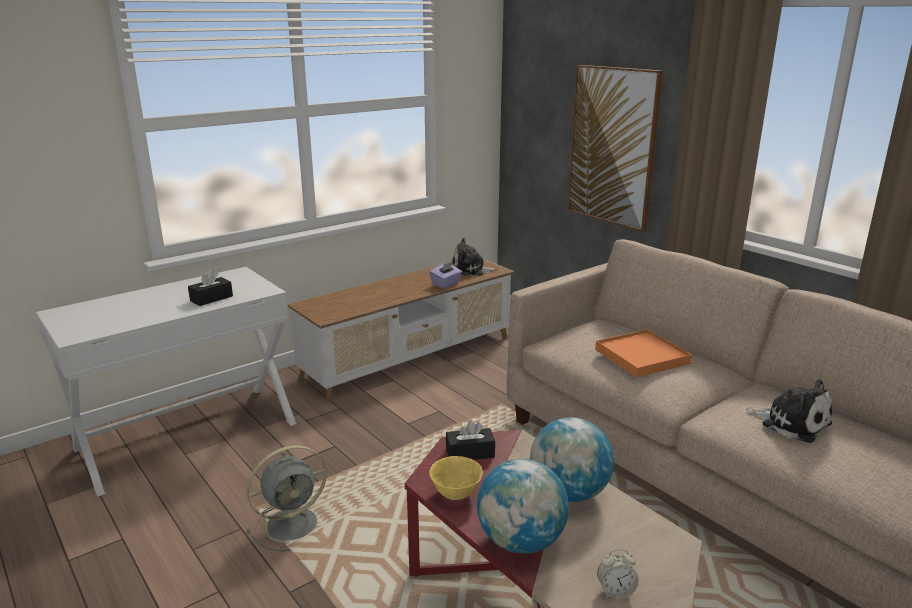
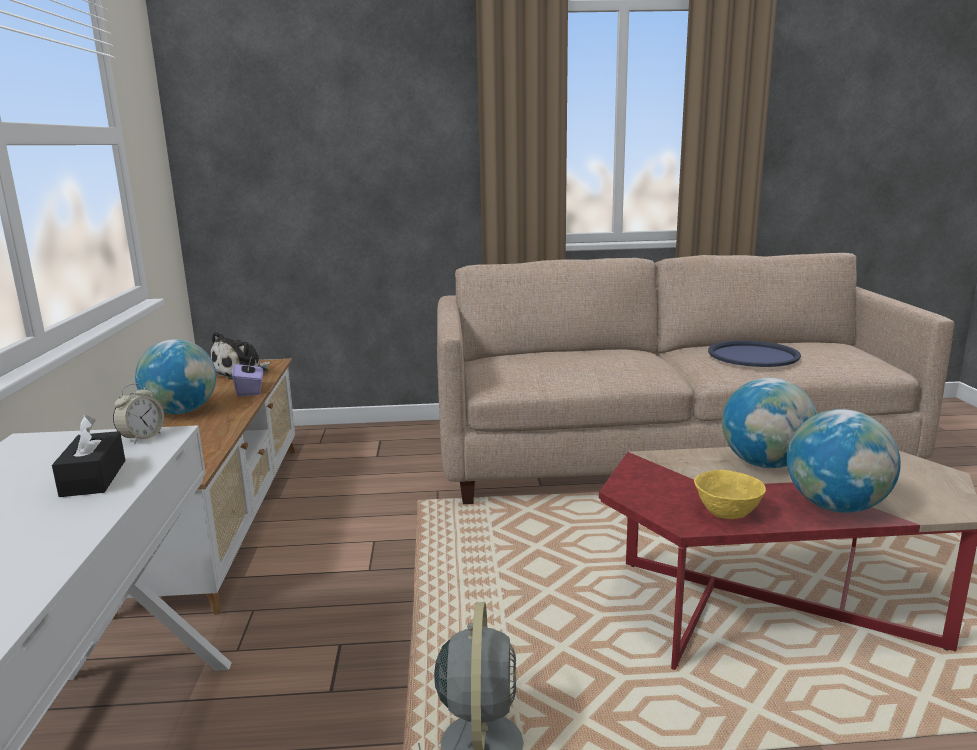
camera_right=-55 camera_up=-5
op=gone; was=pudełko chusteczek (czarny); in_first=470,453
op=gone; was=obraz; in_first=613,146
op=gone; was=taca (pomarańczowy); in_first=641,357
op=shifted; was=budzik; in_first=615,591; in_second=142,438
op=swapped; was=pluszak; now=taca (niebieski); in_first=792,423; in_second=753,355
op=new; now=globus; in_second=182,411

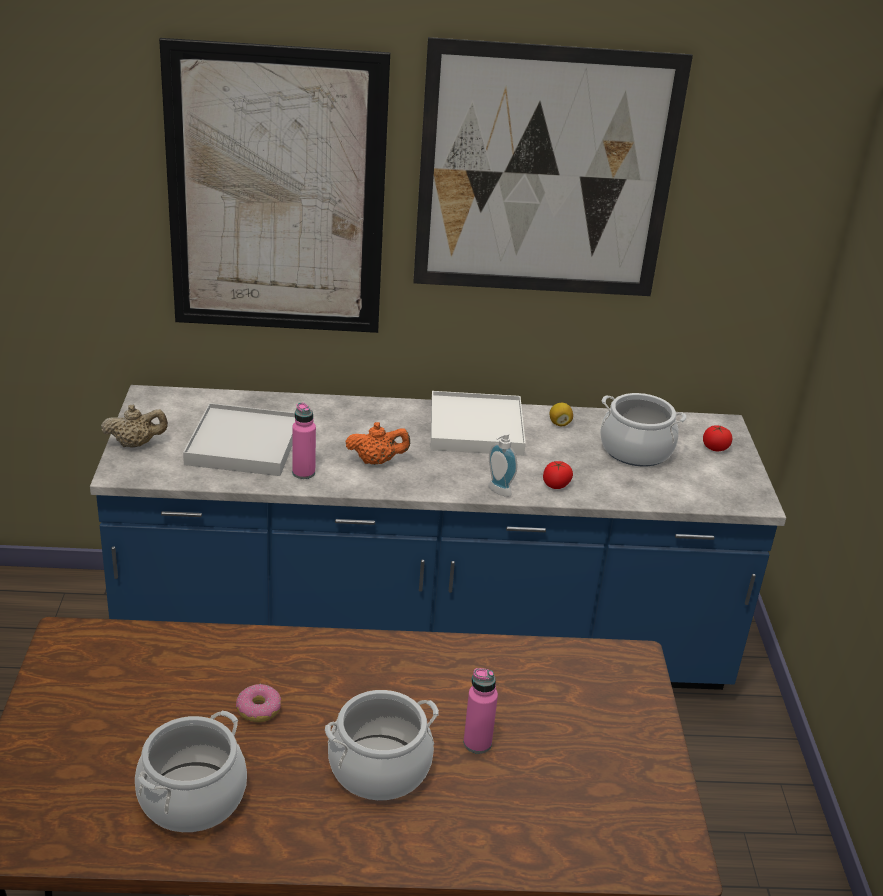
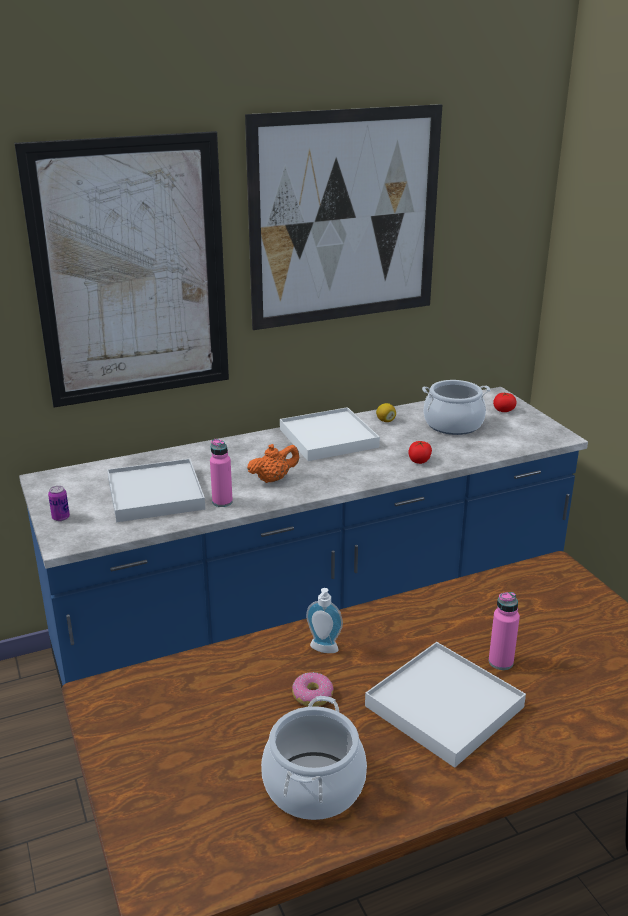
camera_right=-20 camera_up=-5
op=swapped; was=imbryk (beżowy); now=puszka; in_first=136,444; in_second=61,517
op=swapped; was=garnek; now=taca (biały); in_first=379,767; in_second=444,706
op=shifted; was=dozownik mydła; in_first=497,491; in_second=323,650

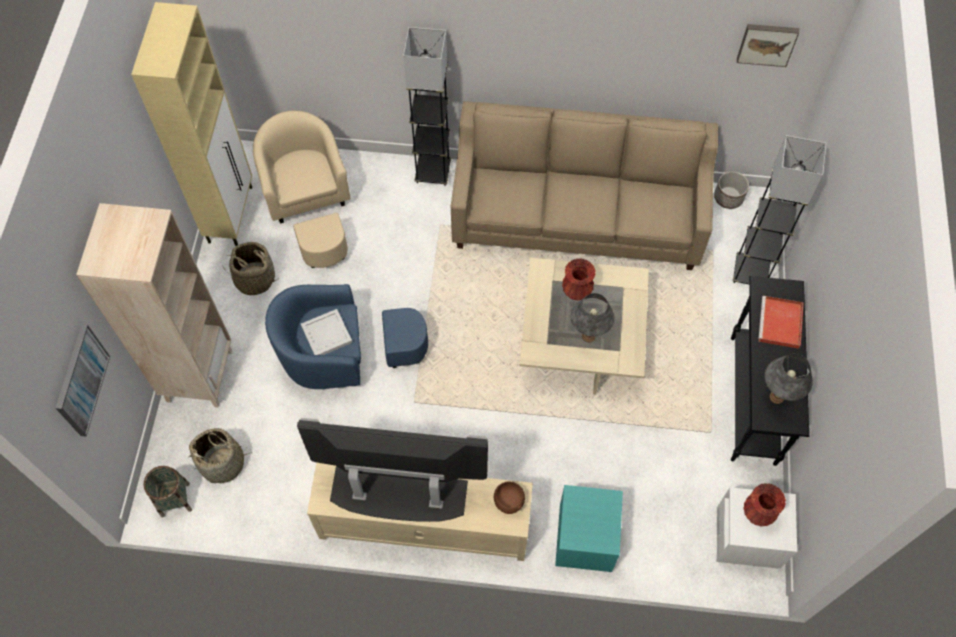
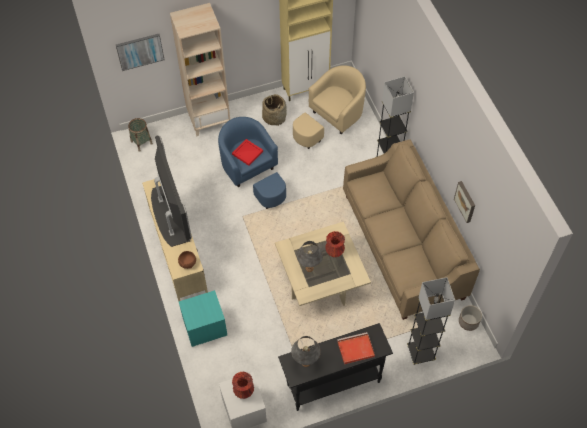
camera_right=65 camera_up=-5
op=gone; was=koszyk; in_first=223,464
op=repainted; was=taca (biały); now=taca (czerwony); in_first=326,335; in_second=247,153
op=shifted; was=obraz; in_first=767,43; in_second=466,201

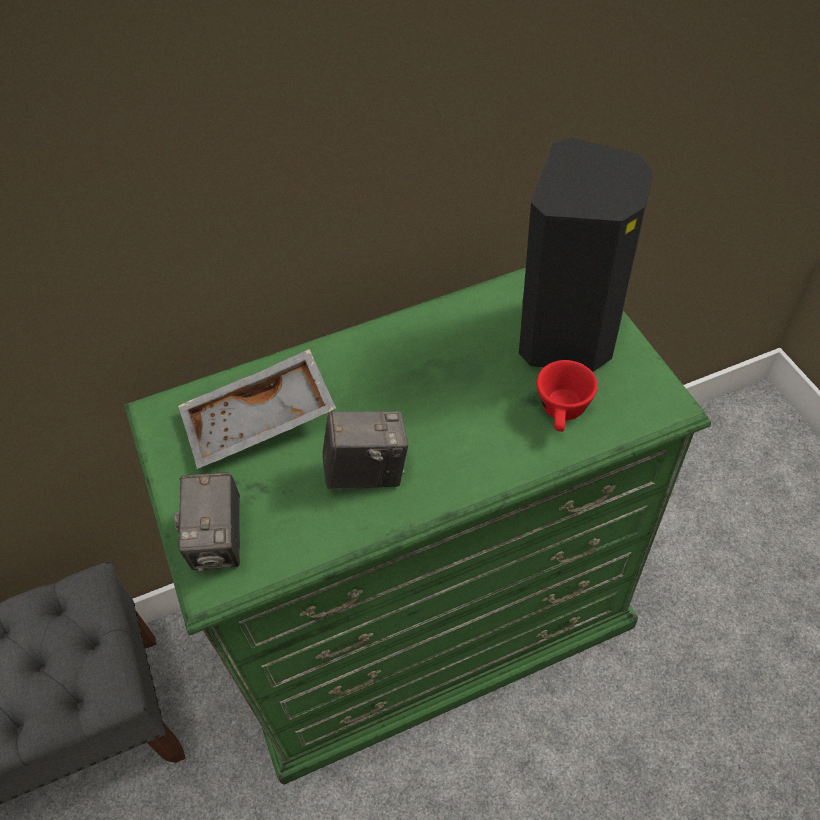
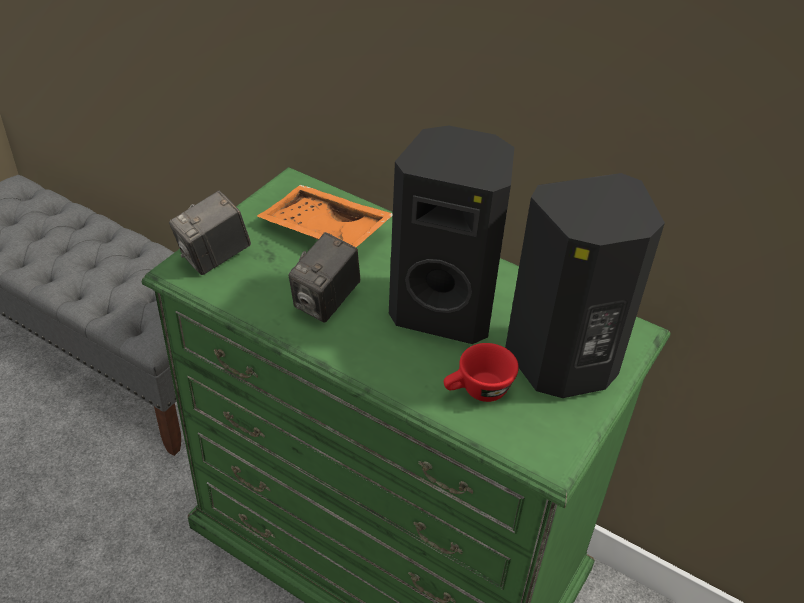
camera_right=50 camera_up=-10
op=repainted; was=taca (szary); now=taca (pomarańczowy); in_first=260,422; in_second=323,231
op=rotated; was=aparat fotograficzny; in_first=367,471; in_second=326,302; clockwise=75
op=new; now=głośnik (czarny); in_second=445,310

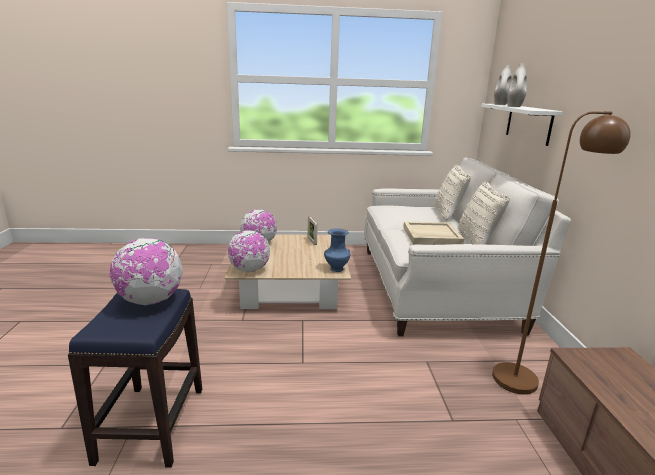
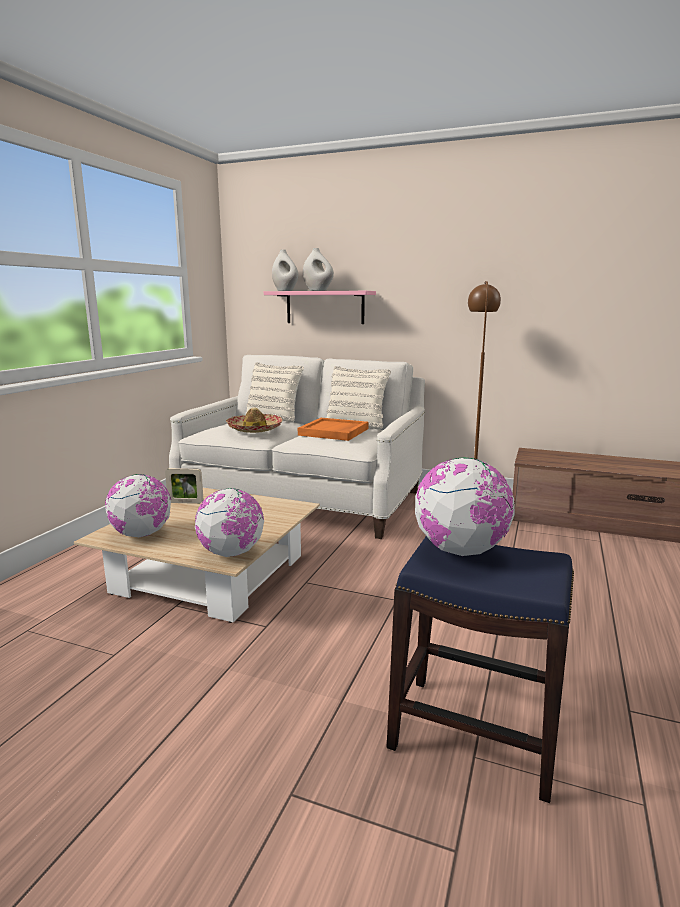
camera_right=-65 camera_up=-5
op=gone; was=wazon (niebieski); in_first=336,269
op=repainted; was=taca (beżowy); now=taca (pomarańczowy); in_first=431,236; in_second=334,432
op=repainted; was=półka (biały); now=półka (różowy); in_first=528,123; in_second=325,307
op=new; now=kapelusz; in_second=254,429

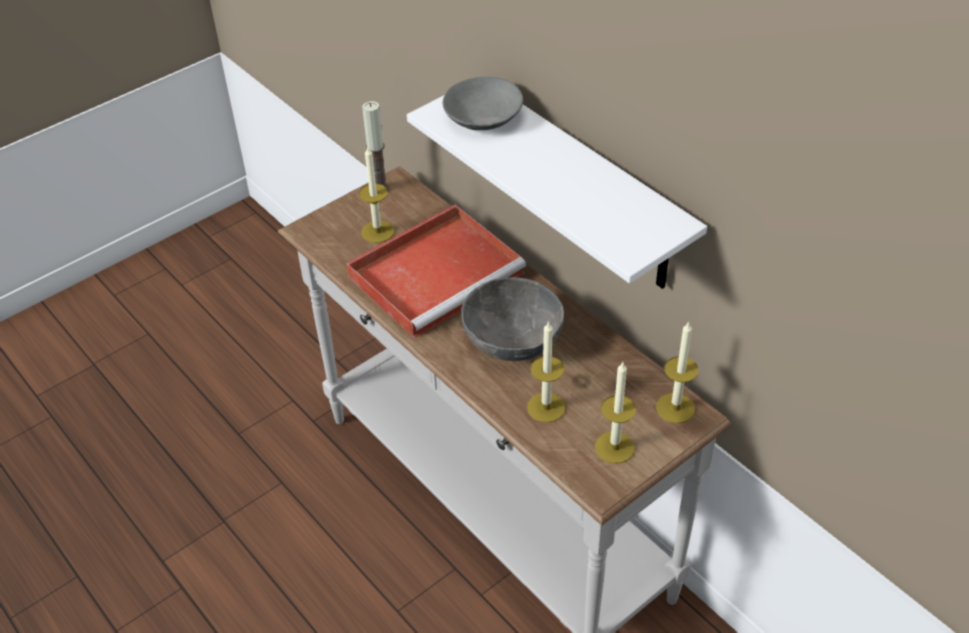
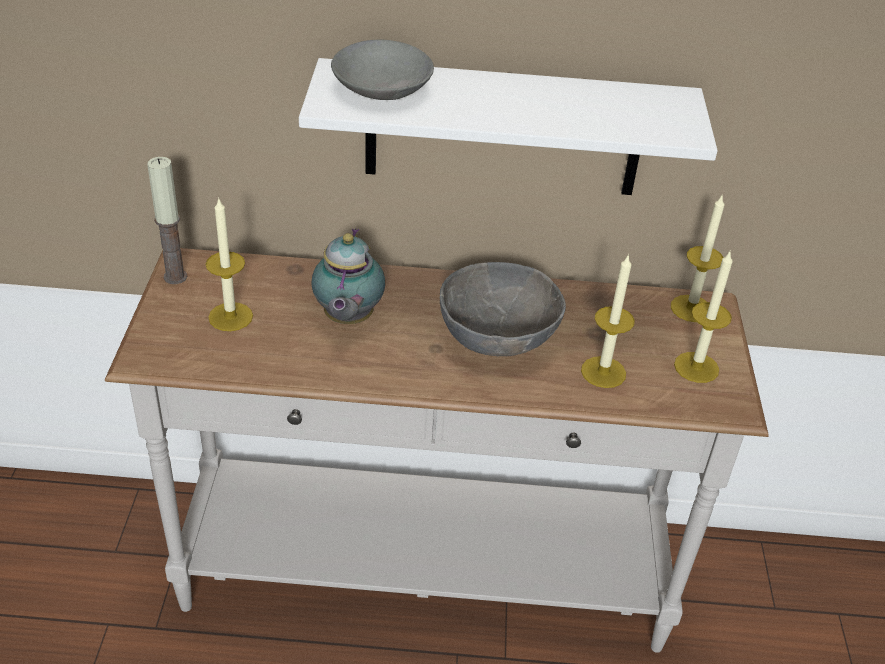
camera_right=-50 camera_up=-5
op=swapped; was=taca (czerwony); now=imbryk; in_first=438,273; in_second=347,319

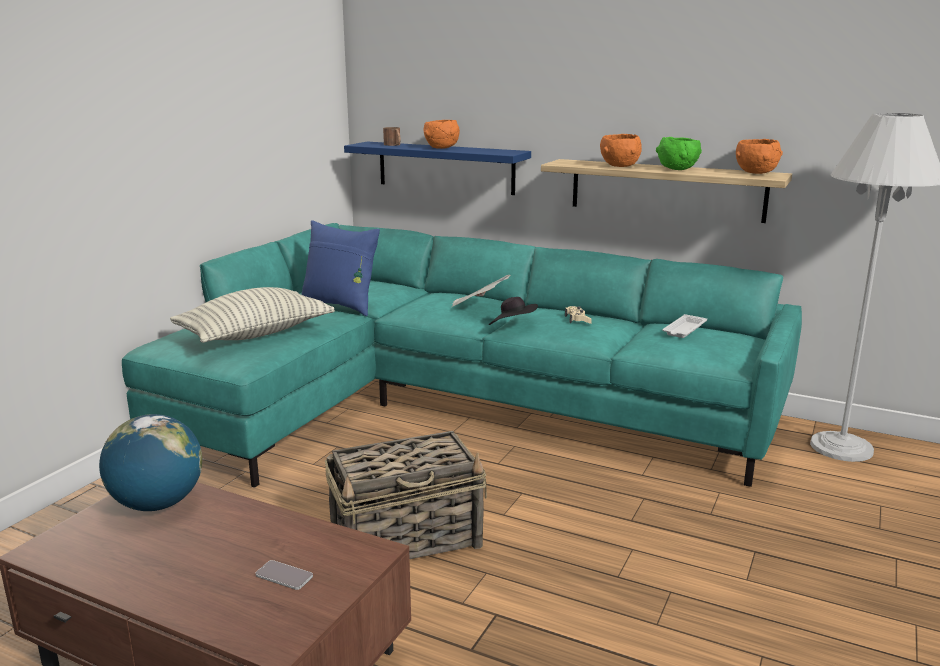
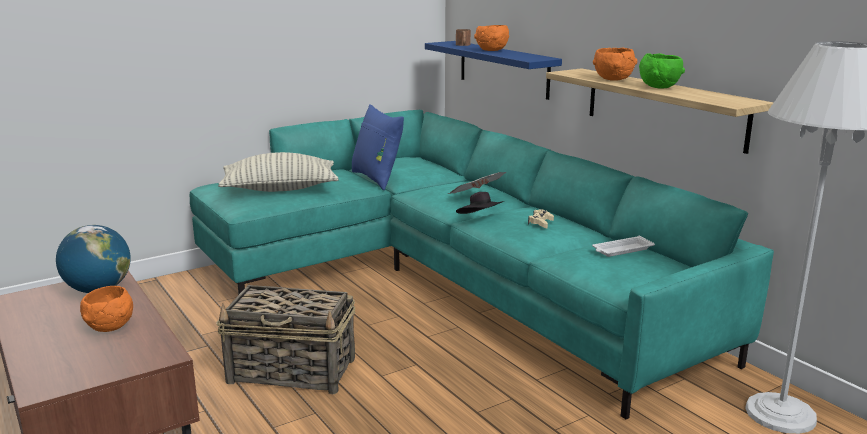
camera_right=30 camera_up=0
op=gone; was=telefon; in_first=284,576
op=shifted; was=miska (pomarańczowy); in_first=755,173; in_second=110,327

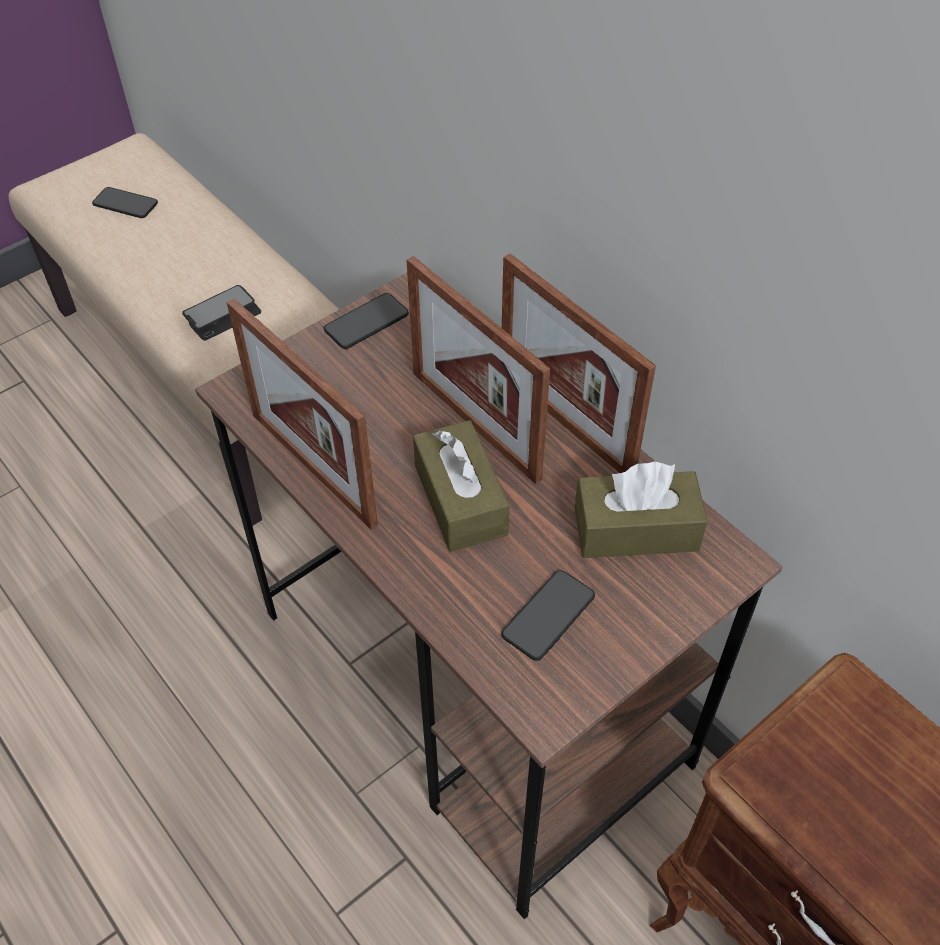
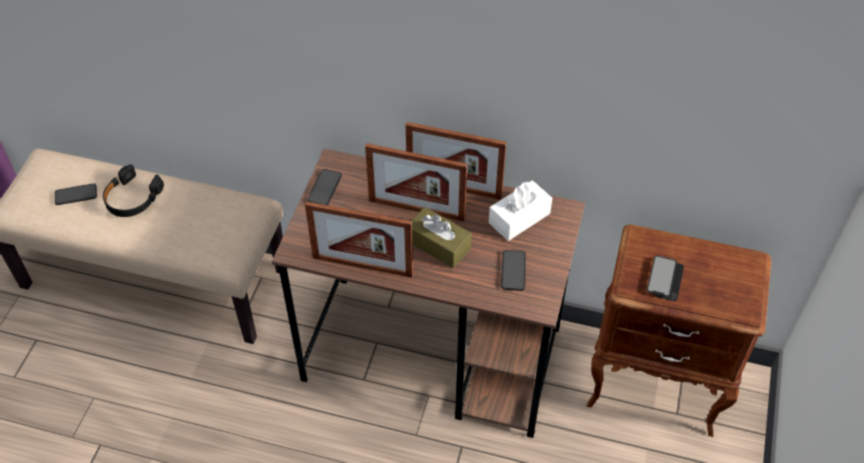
camera_right=-35 camera_up=0
op=shifted; was=telefon; in_first=222,314; in_second=665,279
op=repainted; was=pudełko chusteczek (brązowy); now=pudełko chusteczek (biały); in_first=636,529; in_second=519,218
op=new; now=słuchawki (czarny); in_second=132,198

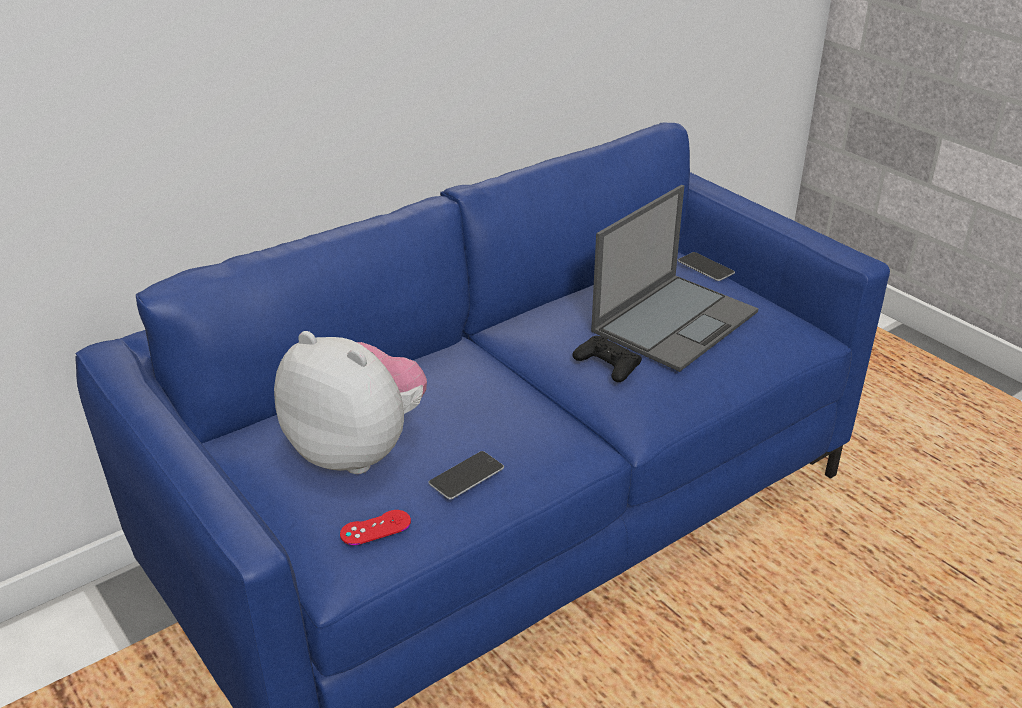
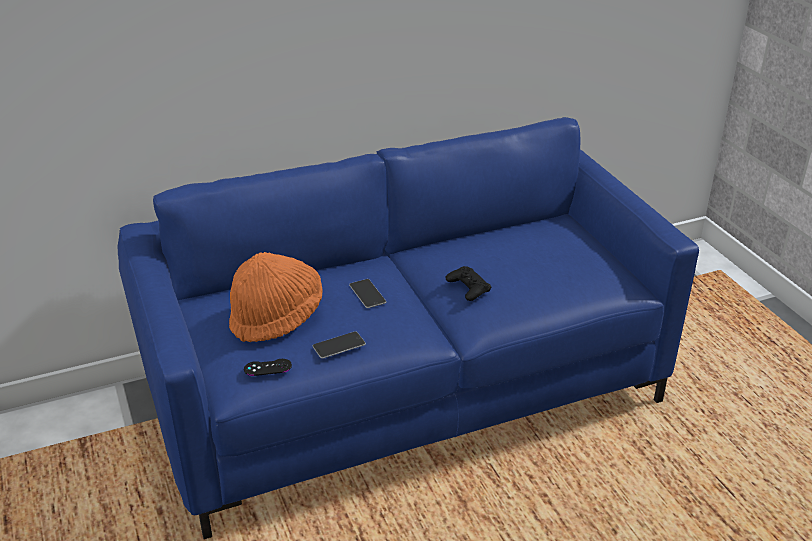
camera_right=15 camera_up=0
op=swapped; was=pluszak; now=kapelusz (pomarańczowy); in_first=358,450; in_second=277,318
op=repainted; was=pad do gier (czerwony); now=pad do gier (czarny); in_first=375,528; in_second=267,367
op=gone; was=laptop; in_first=675,321
op=shifted; was=telefon; in_first=705,267; in_second=367,293

